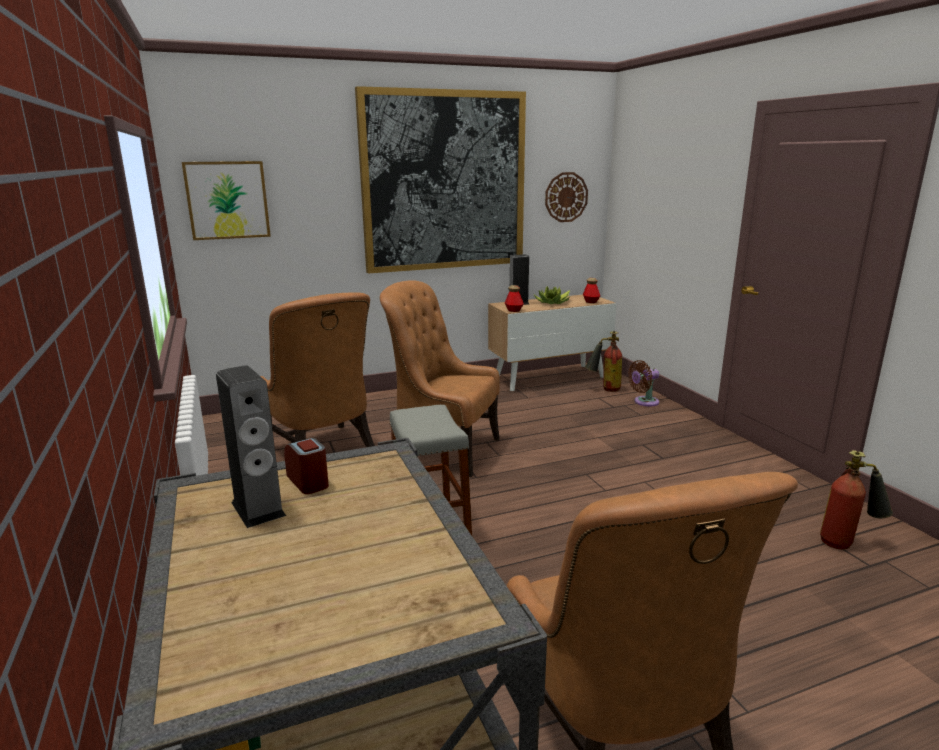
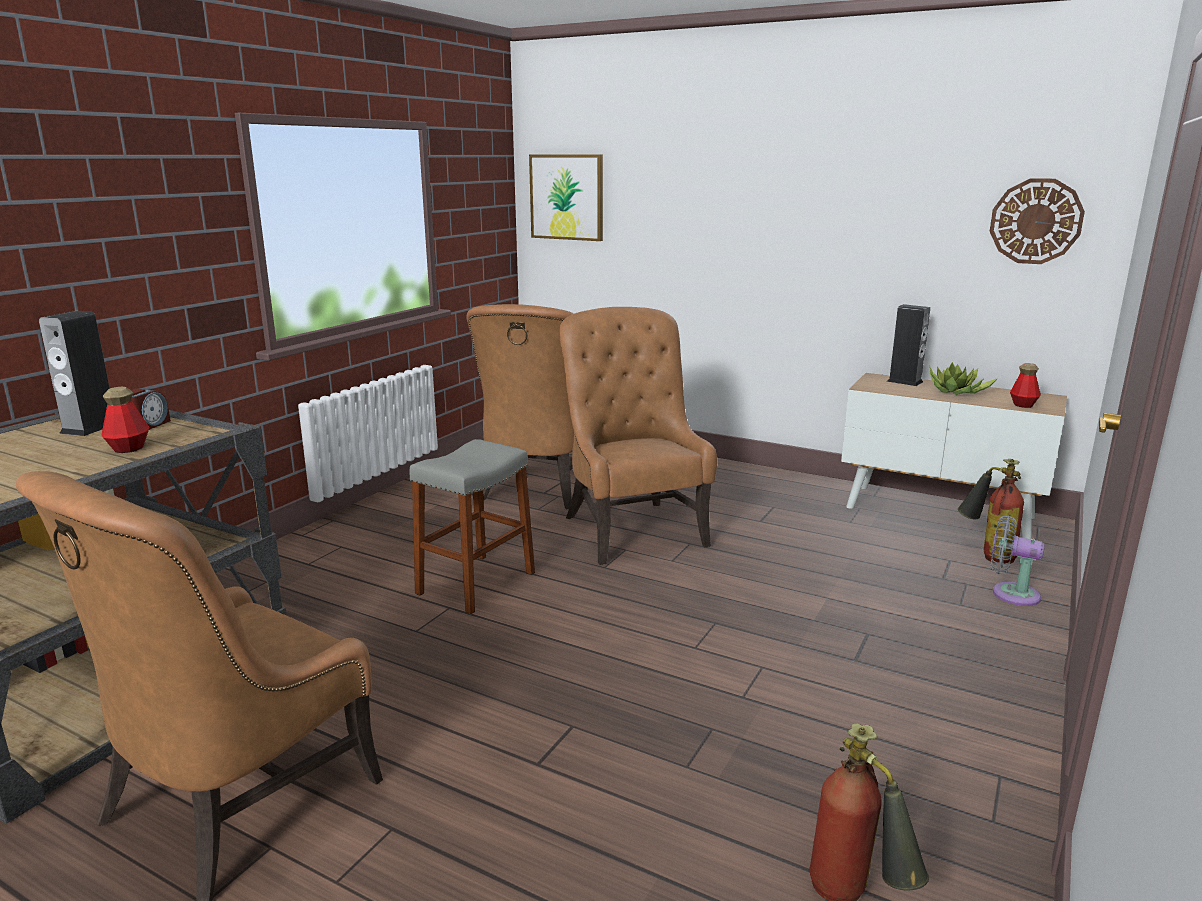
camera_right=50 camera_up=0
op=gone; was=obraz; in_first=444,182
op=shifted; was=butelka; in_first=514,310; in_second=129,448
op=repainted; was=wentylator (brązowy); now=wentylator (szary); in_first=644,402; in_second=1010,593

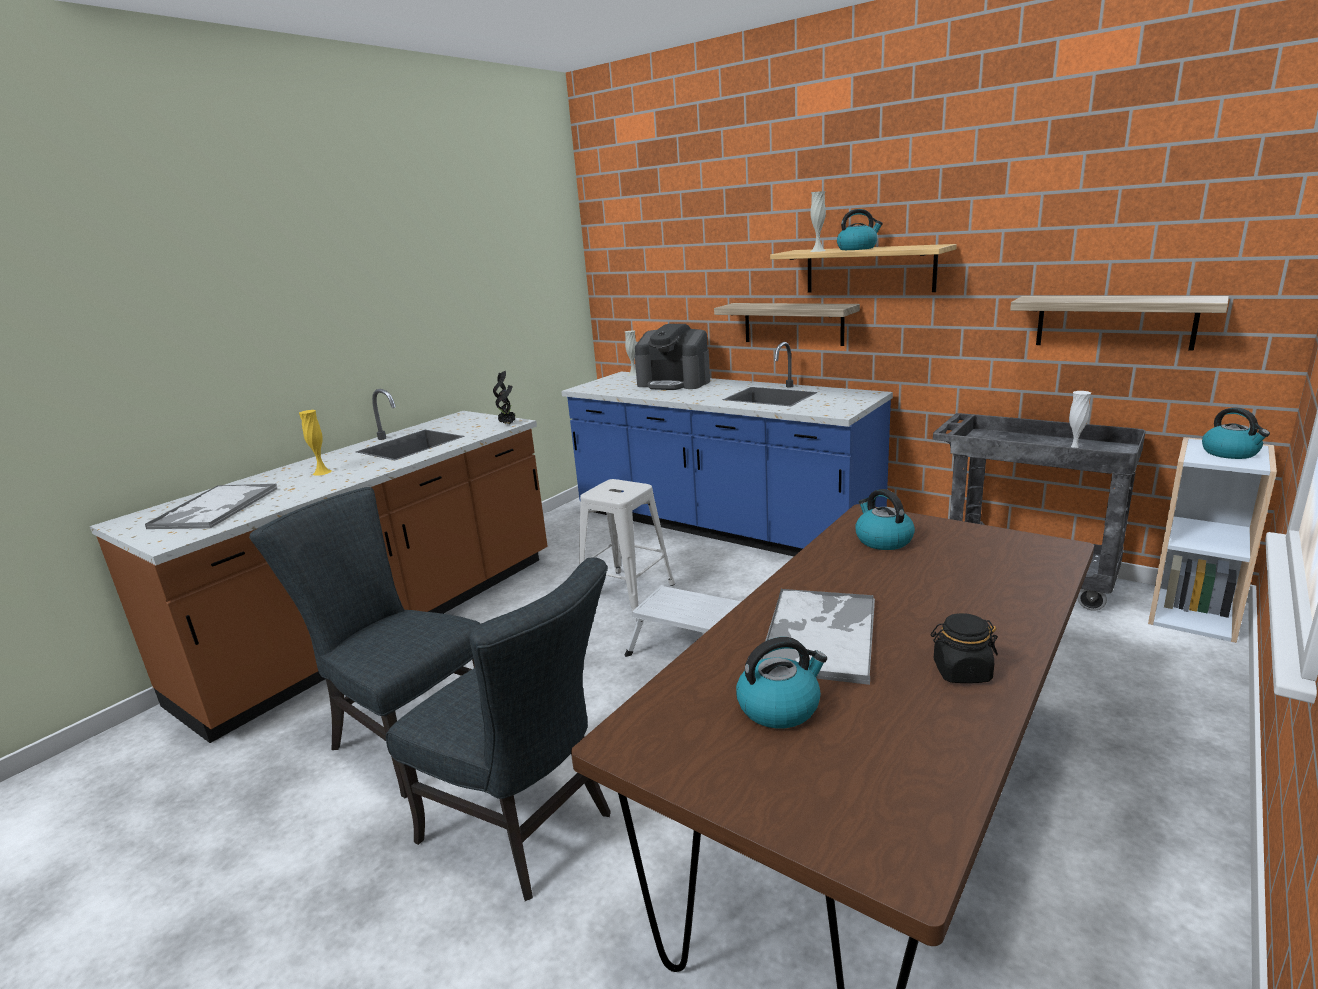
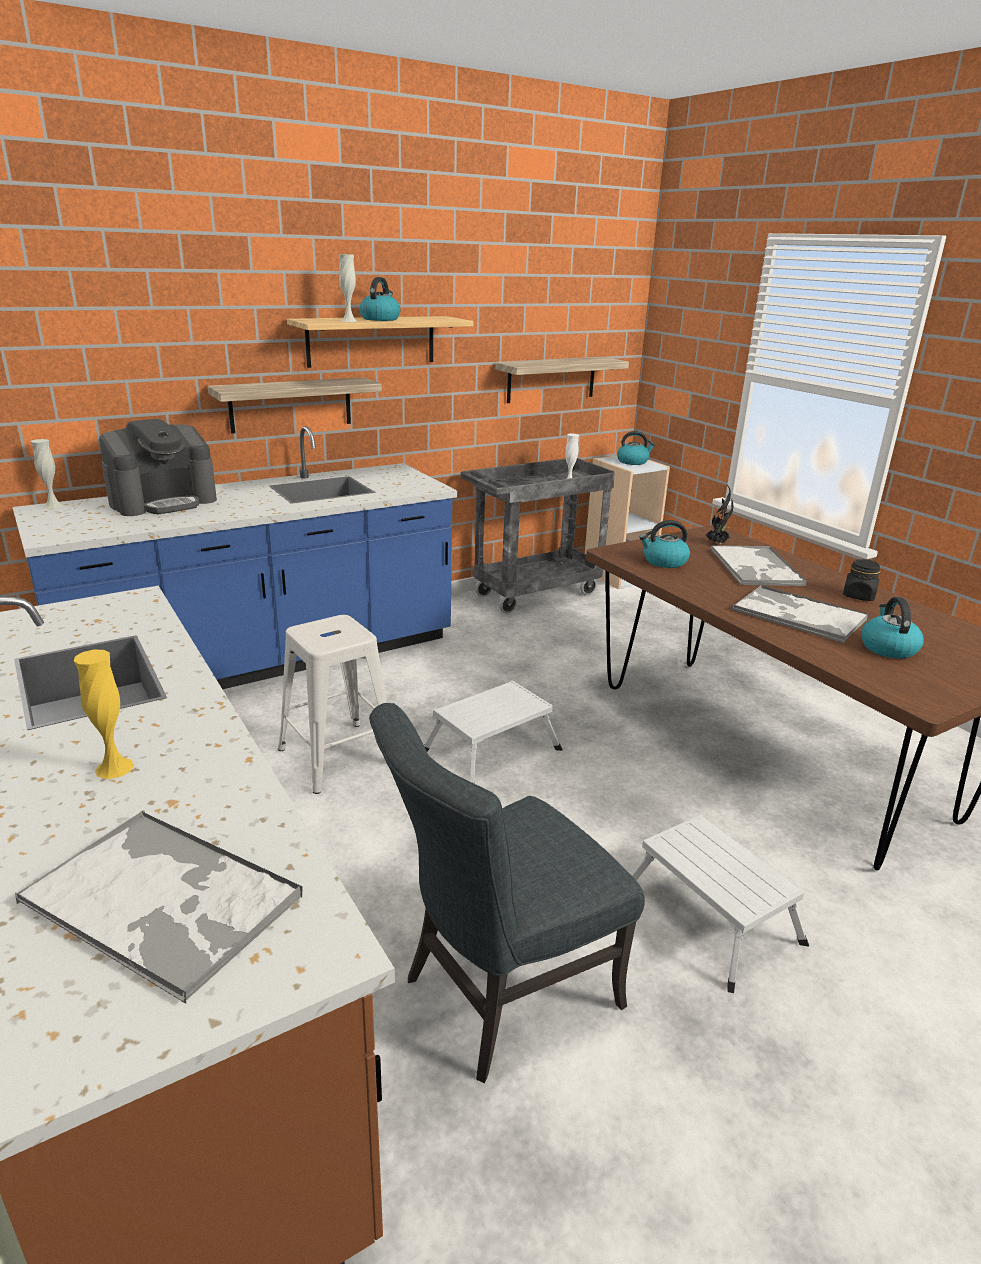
camera_right=-70 camera_up=5
op=swapped; was=krzesło (szary); now=drabinka (biały); in_first=526,829; in_second=711,916
op=shifted; was=roślina doniczkowa; in_first=508,424; in_second=717,543
op=new; now=taca; in_second=756,567

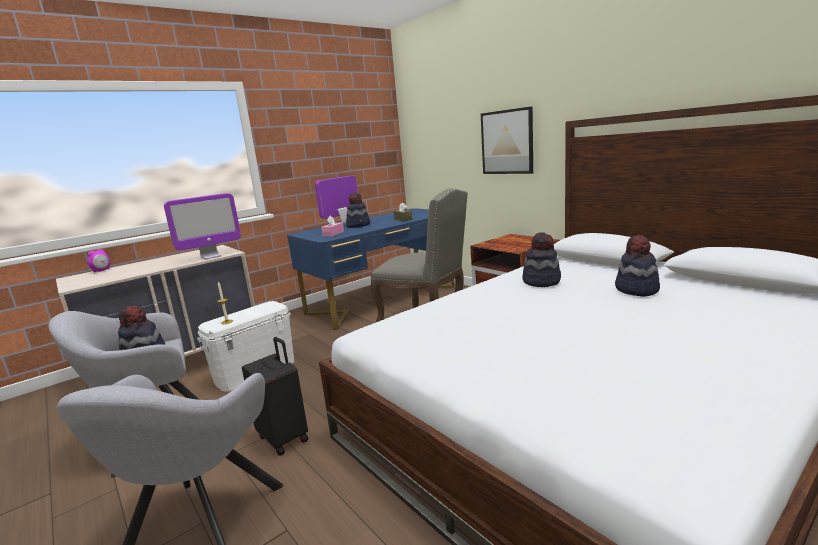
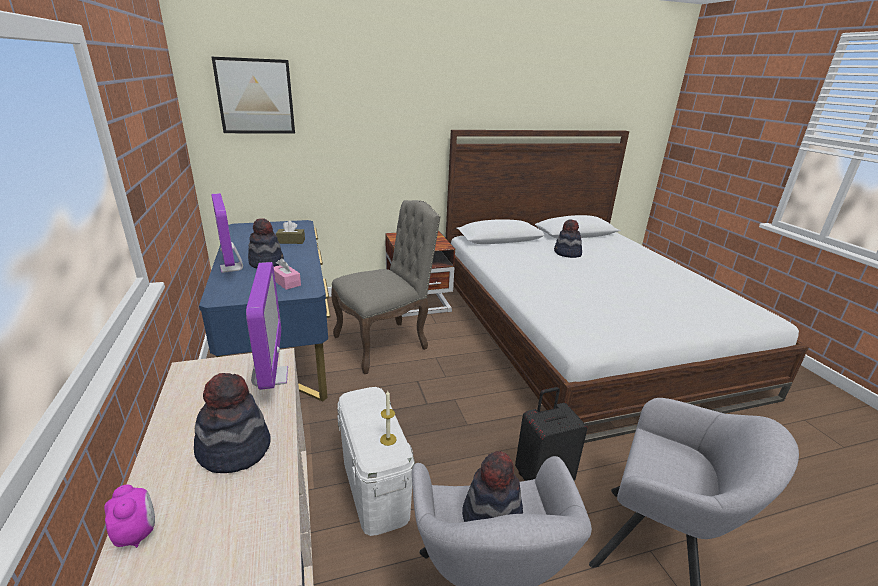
camera_right=-70 camera_up=10
op=shifted; was=obraz; in_first=507,142; in_second=255,96
op=shifted; was=kapelusz; in_first=541,281; in_second=234,449

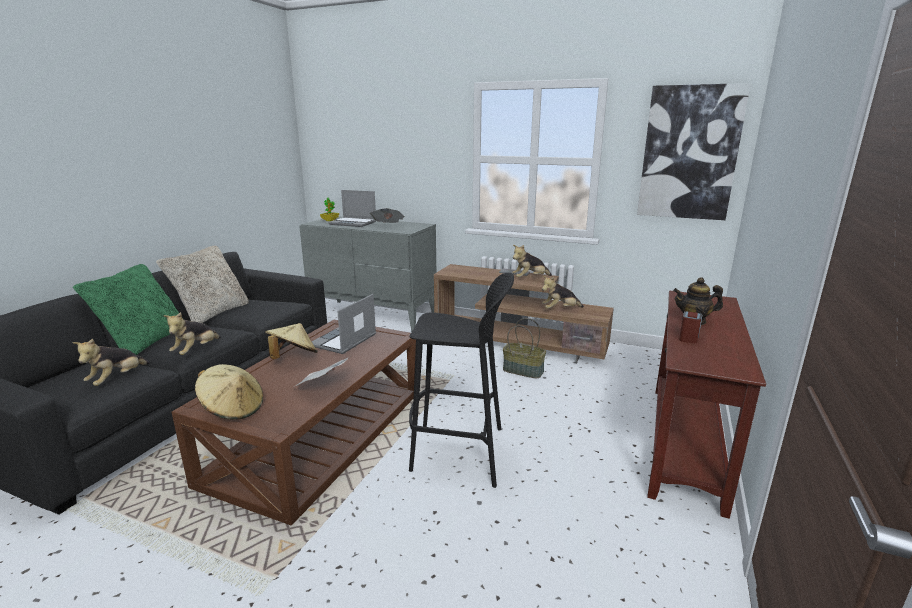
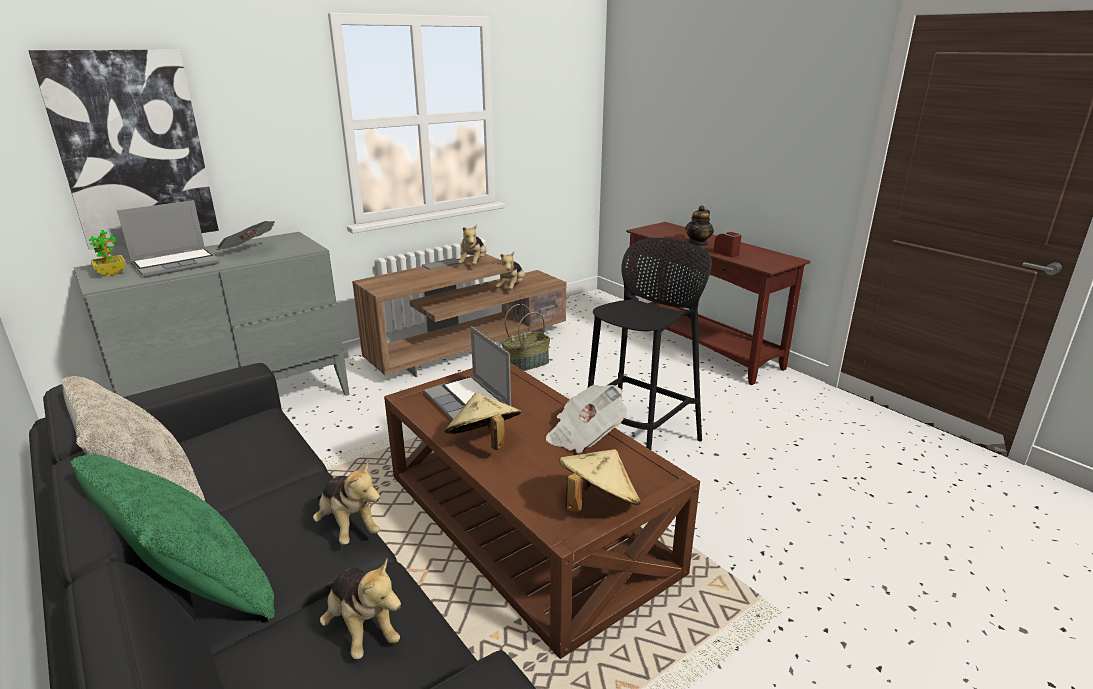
camera_right=-60 camera_up=5
op=shifted; was=obraz; in_first=689,153; in_second=132,149

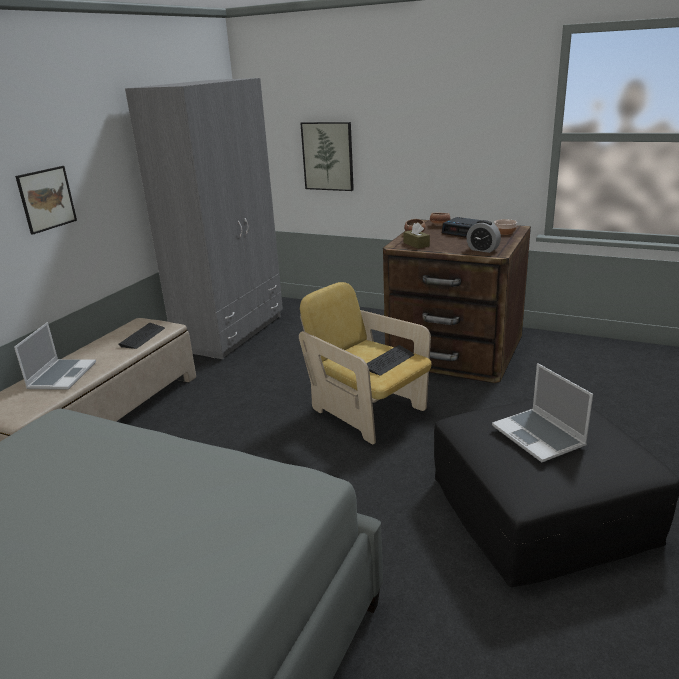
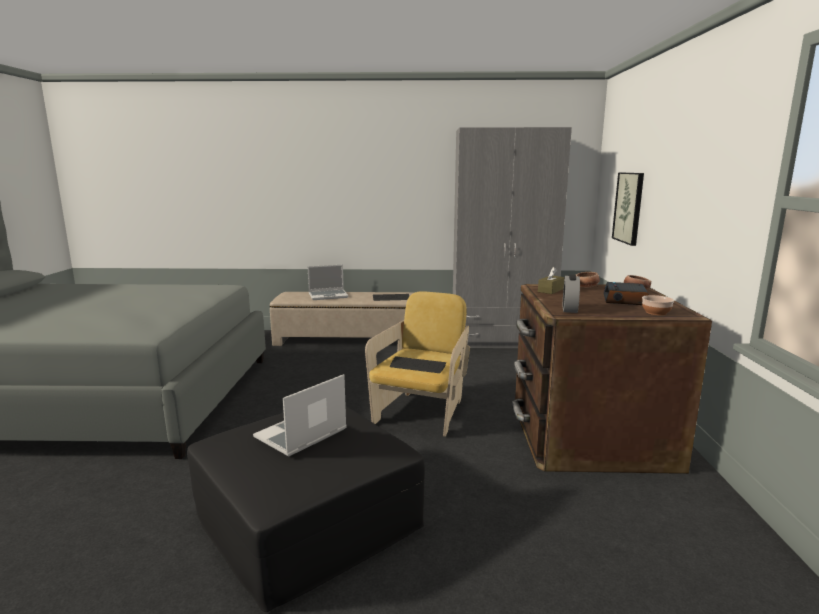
camera_right=65 camera_up=-10
op=gone; was=obraz; in_first=46,199

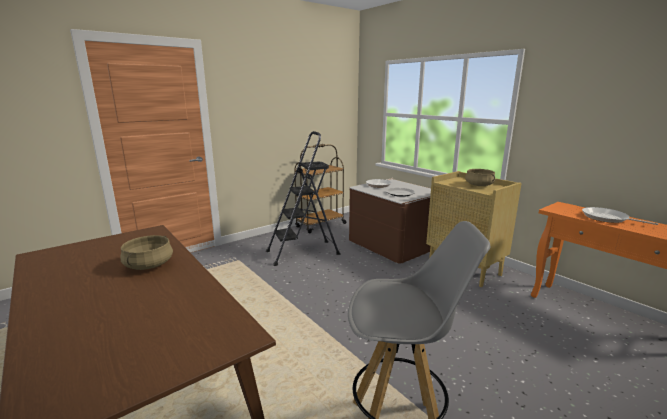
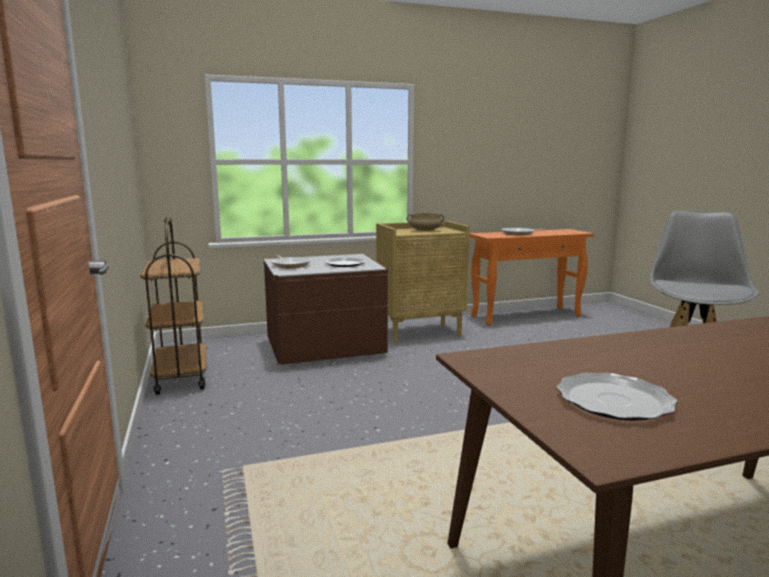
camera_right=-70 camera_up=-5
op=gone; was=garnek (beżowy); in_first=149,265
op=gone; was=drabinka; in_first=303,252
op=new; now=talerz; in_second=614,400

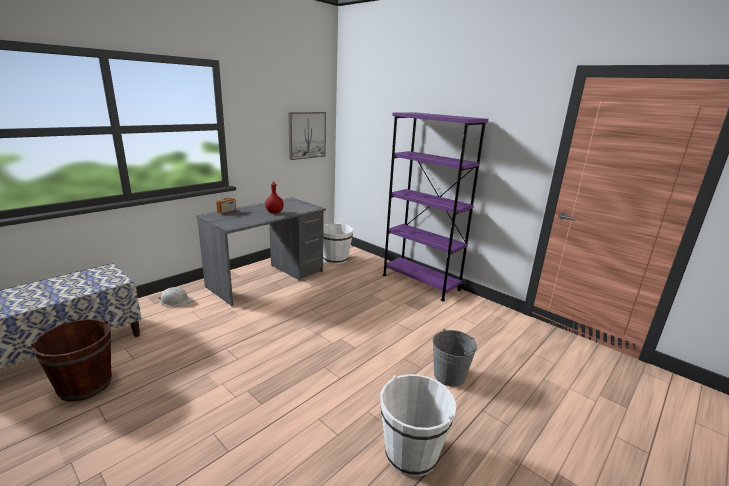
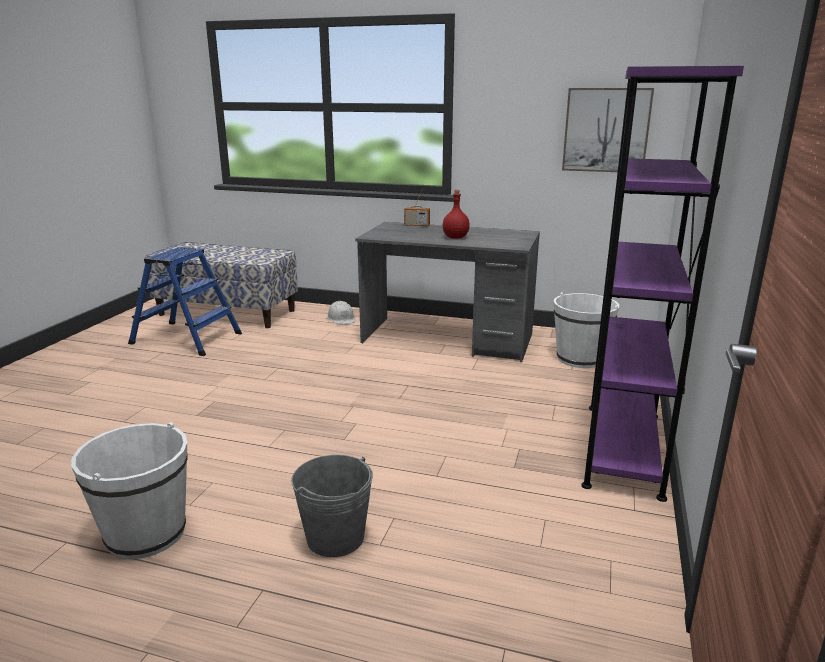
camera_right=65 camera_up=0
op=swapped; was=wiadro (brązowy); now=drabinka (niebieski); in_first=85,385; in_second=186,338

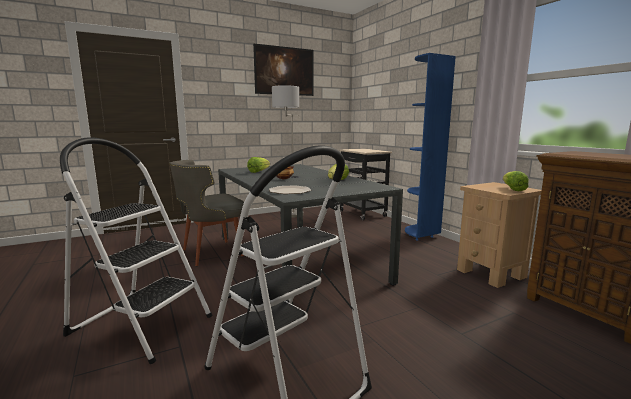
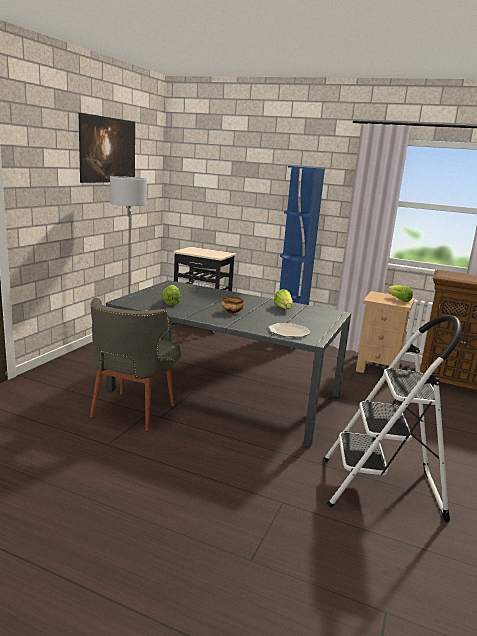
camera_right=-40 camera_up=5
op=gone; was=drabinka; in_first=139,324

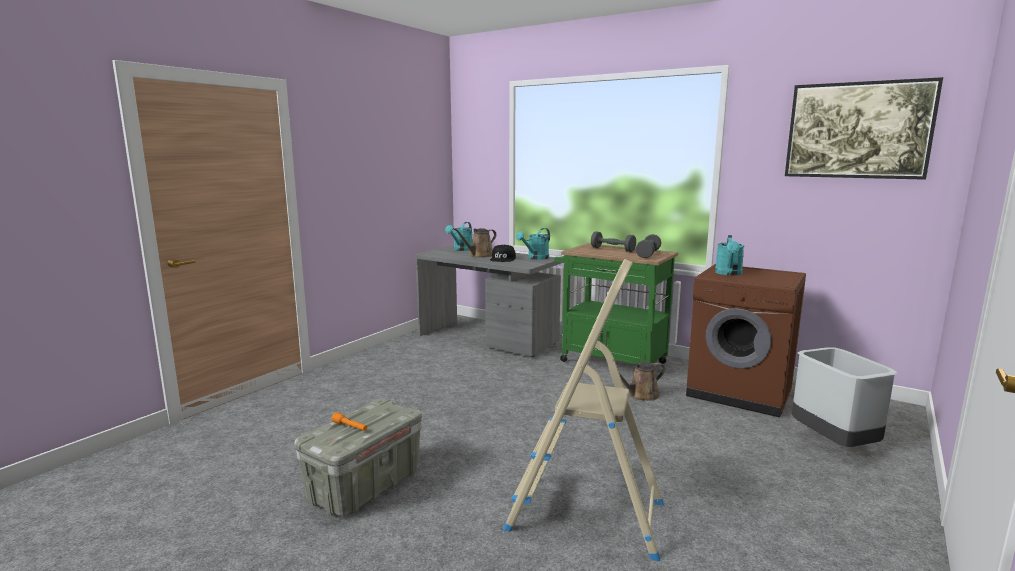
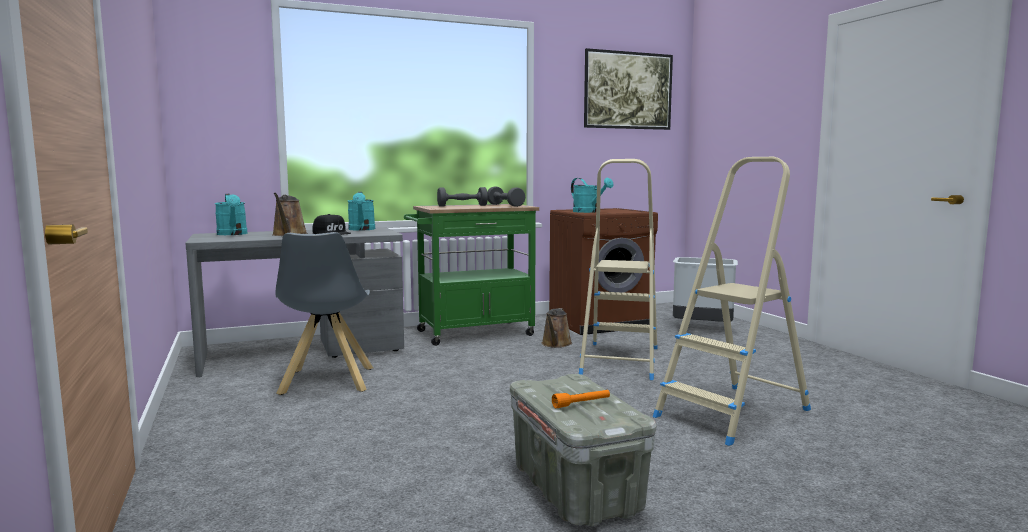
camera_right=-55 camera_up=-5
op=new; now=krzesło (szary); in_second=326,381
op=new; now=drabinka (beżowy); in_second=620,359

